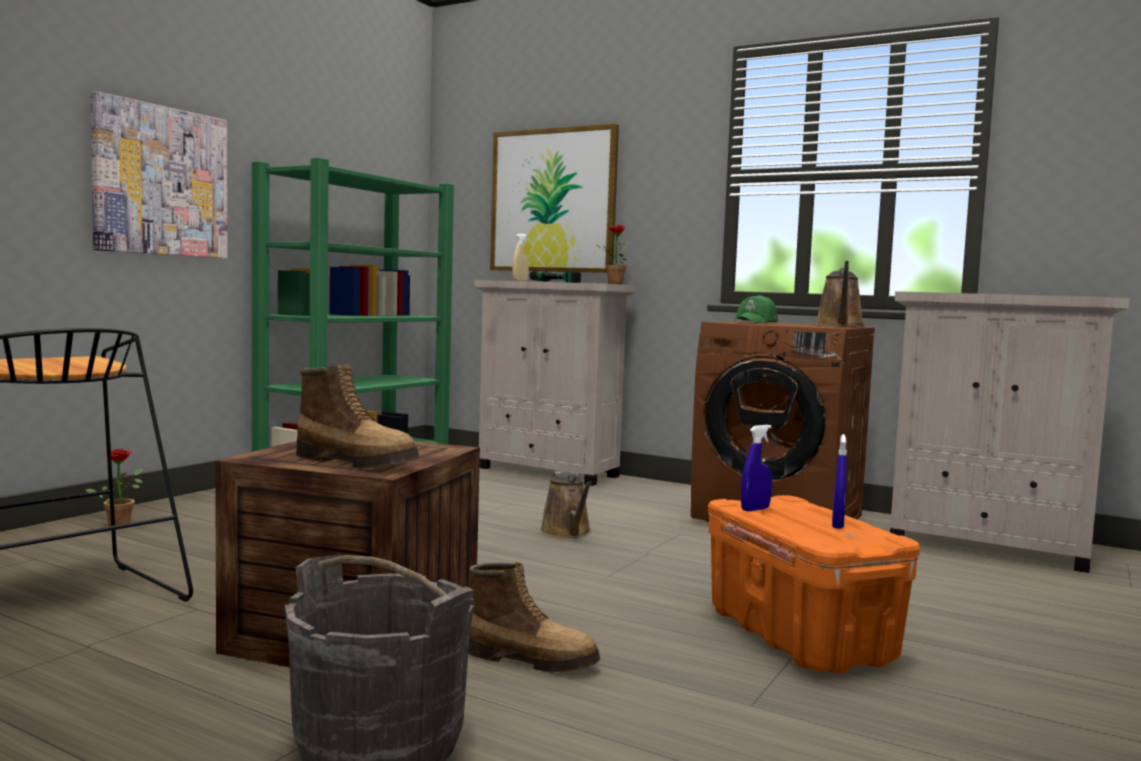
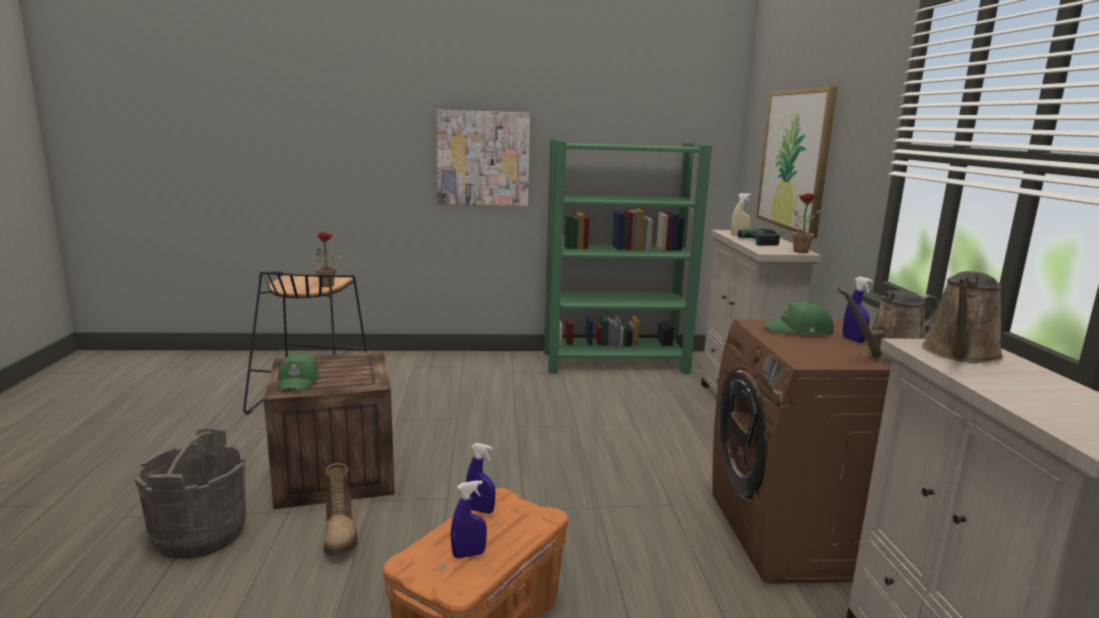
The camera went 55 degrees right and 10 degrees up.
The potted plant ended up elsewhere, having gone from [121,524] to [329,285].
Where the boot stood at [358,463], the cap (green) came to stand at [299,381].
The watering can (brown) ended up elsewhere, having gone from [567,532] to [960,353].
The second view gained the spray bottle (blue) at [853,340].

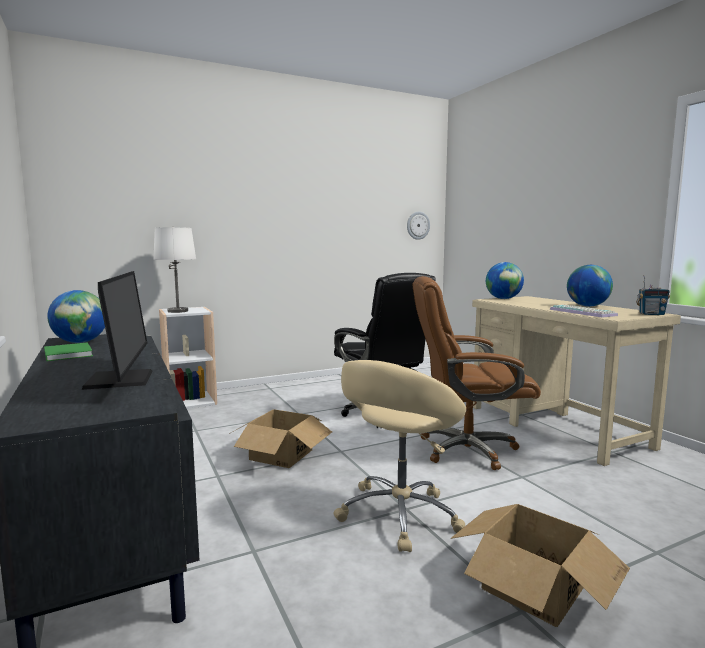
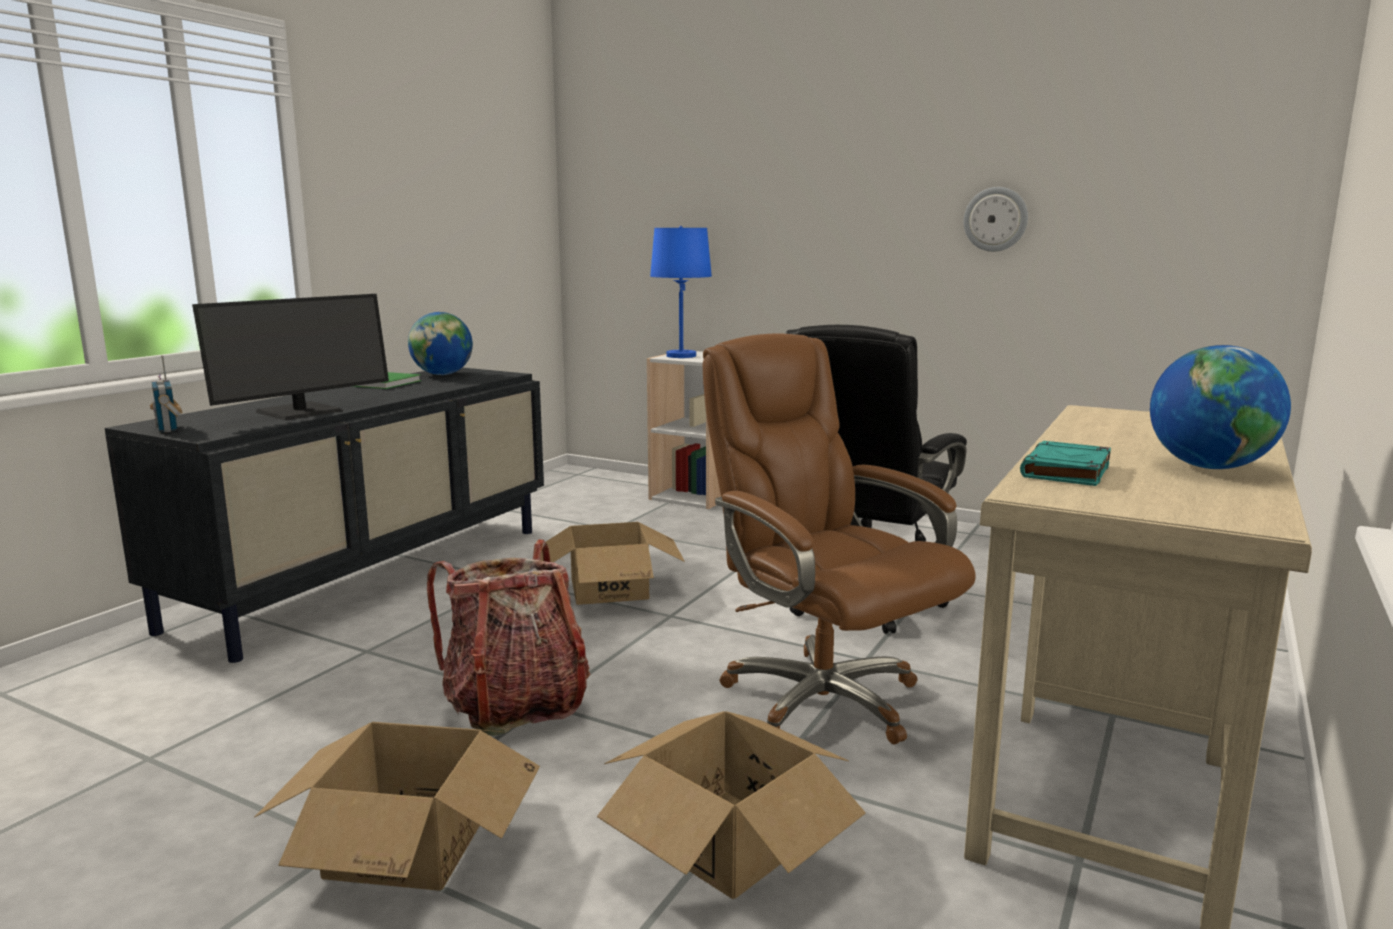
The camera went 55 degrees right and 5 degrees up.
What was the table lamp (white) at [178,311] turned into the table lamp (blue) at [681,356].
Where the office chair (beige) stood at [397,517], the backpack came to stand at [515,704].
The wall clock ended up elsewhere, having gone from [418,225] to [995,219].
The second view lost the globe at [503,299].
Where the keyboard stood at [583,312], the book (turquoise) came to stand at [1066,471].
The radio ended up elsewhere, having gone from [651,314] to [168,429].
The second view gained the cardboard box at [727,840].

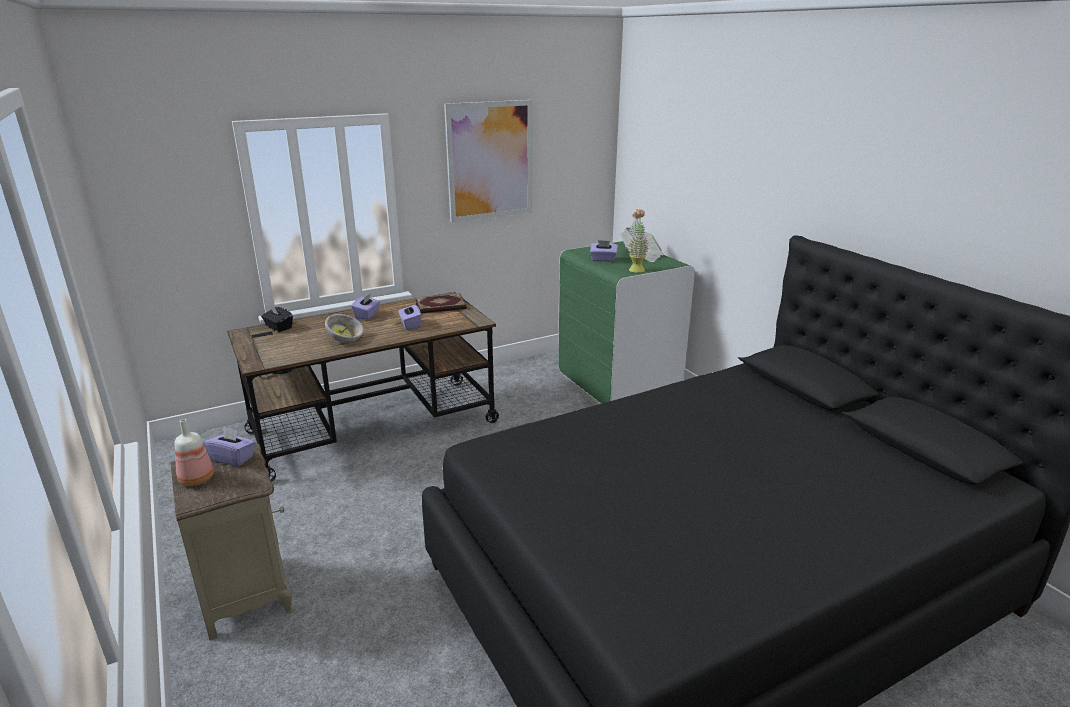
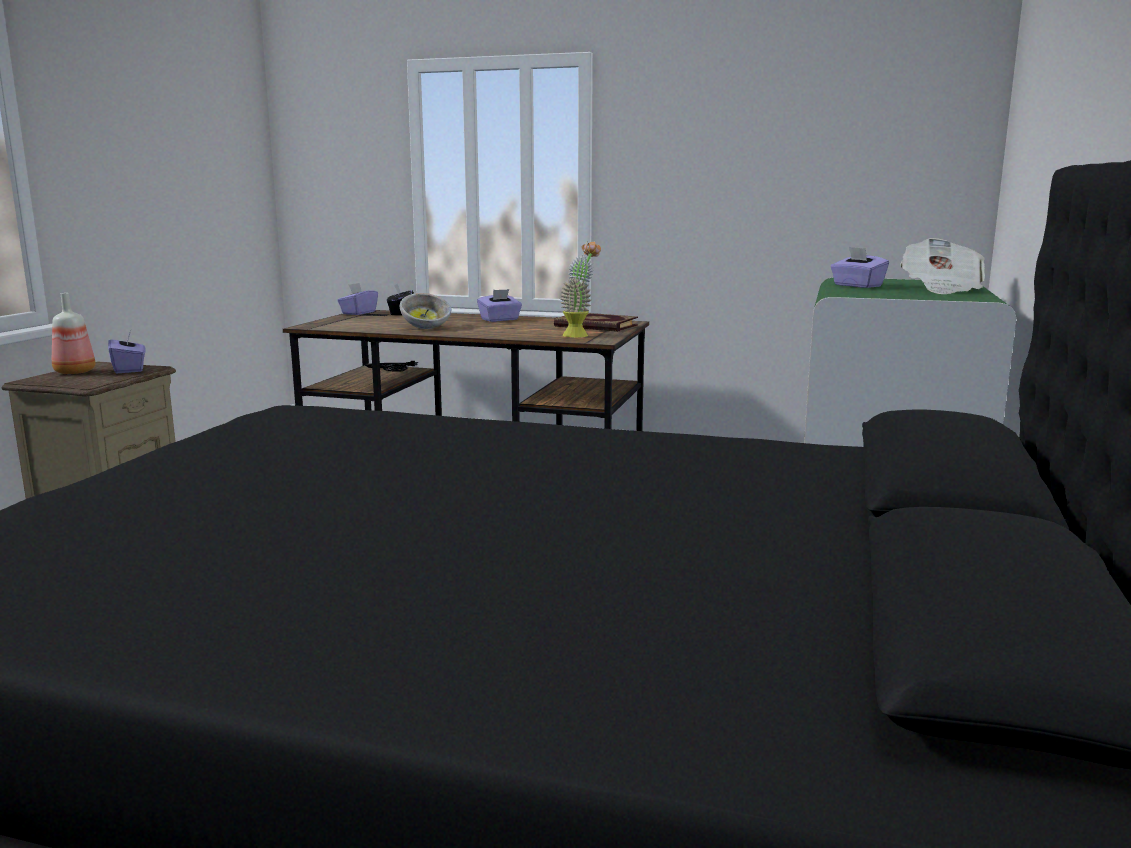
The camera went 45 degrees right and 10 degrees down.
The tissue box (purple) ended up elsewhere, having gone from [410,325] to [358,313].
The second view lost the picture at [490,161].
The potted plant ended up elsewhere, having gone from [636,269] to [580,335].

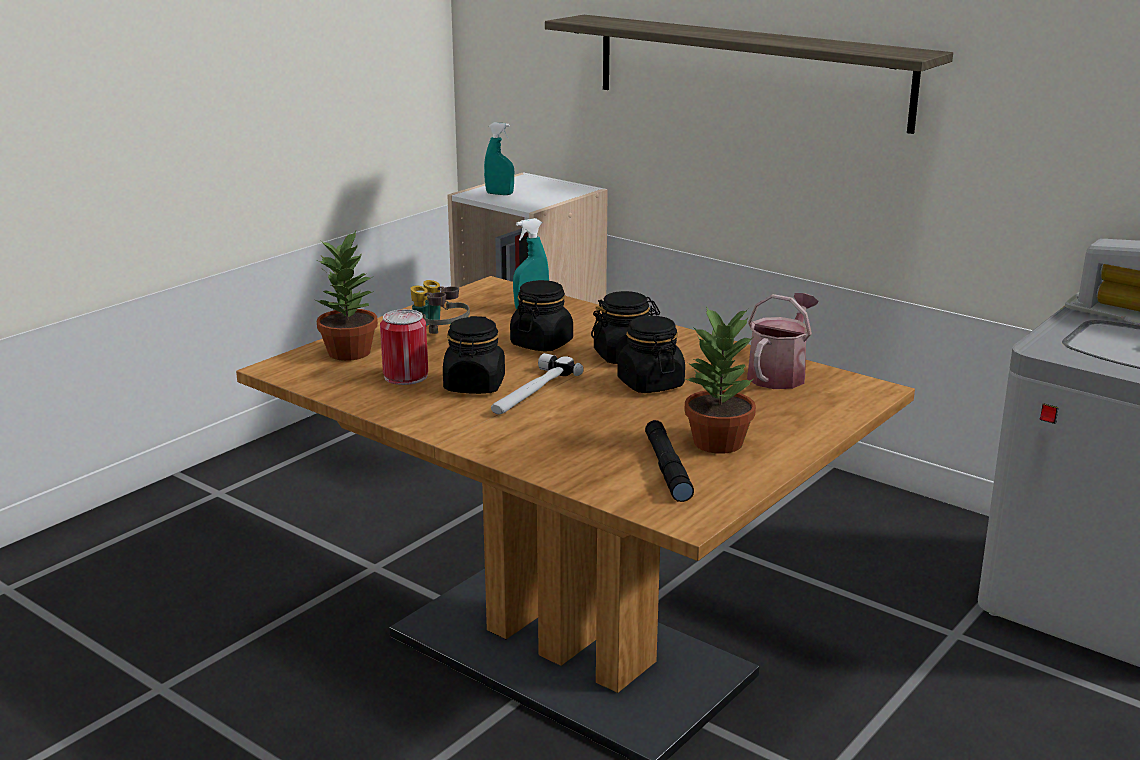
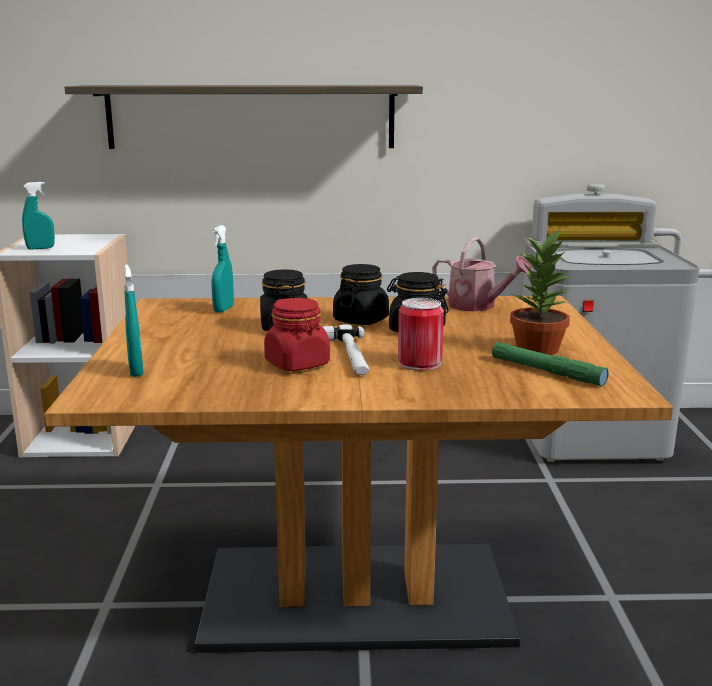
The camera went 40 degrees left and 5 degrees down.
Where the potted plant stood at [350,352], the spray bottle (turquoise) came to stand at [136,371].
The can ended up elsewhere, having gone from [406,376] to [419,363].
The second view lost the binoculars at [439,340].
What was the jar (black) at [474,386] turned into the jar (red) at [297,364].
What was the flashlight (black) at [667,468] turned into the flashlight (green) at [547,371].
The watering can at [779,374] ended up facing another way, 135 degrees clockwise from before.

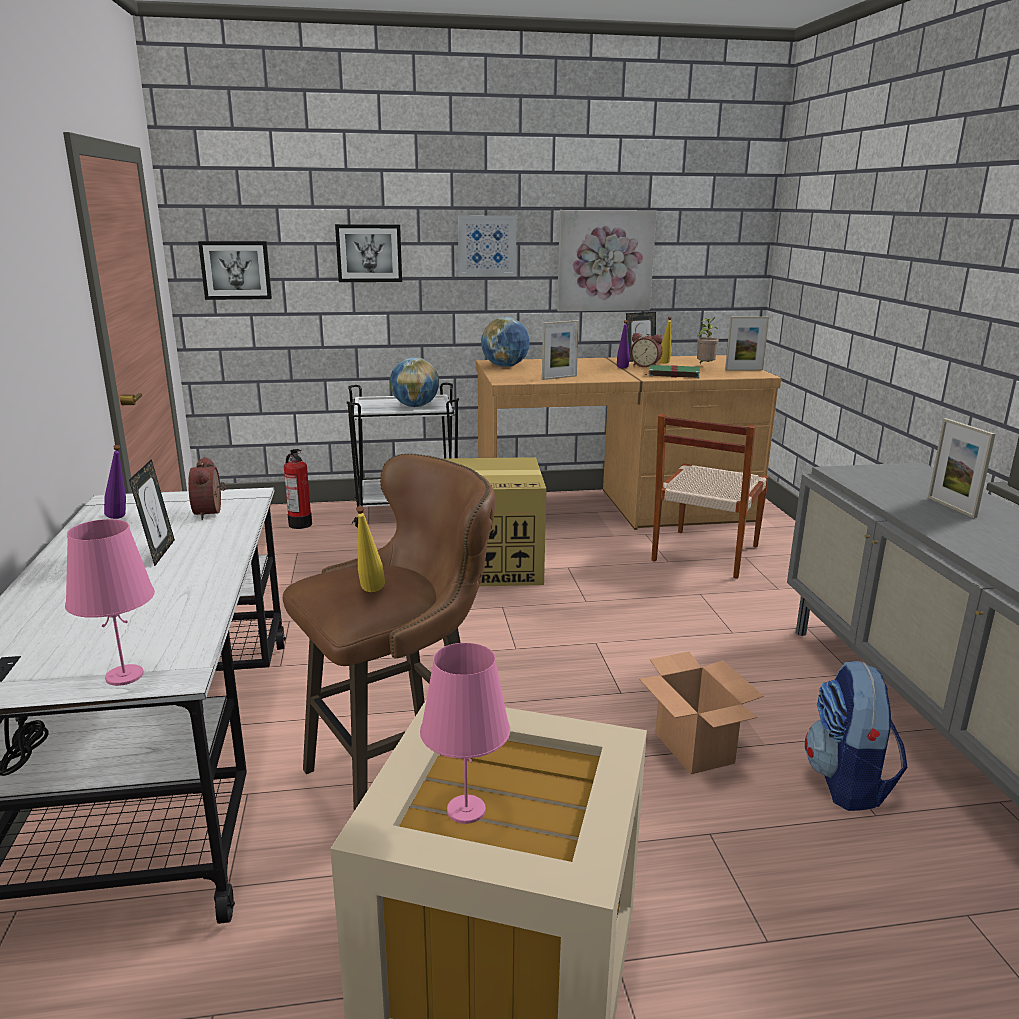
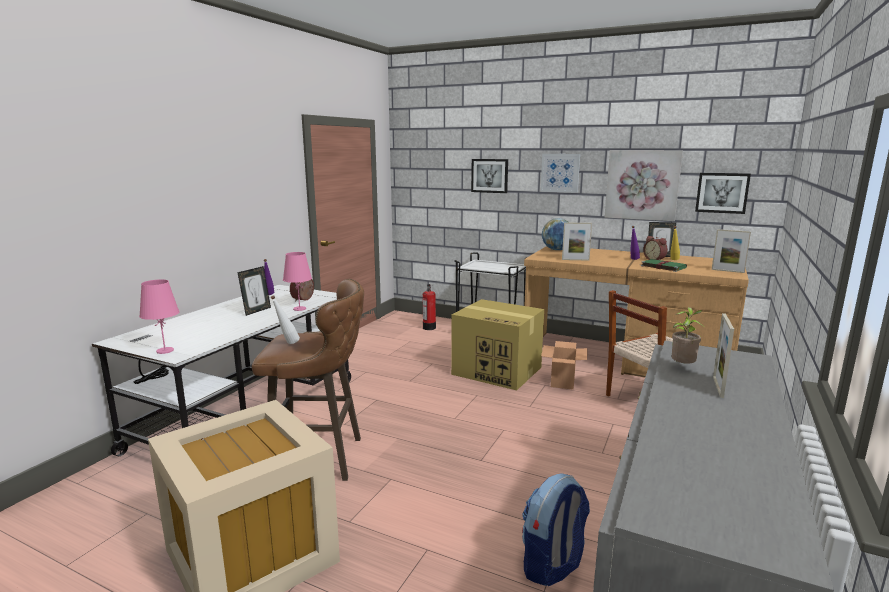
The camera went 35 degrees right and 5 degrees down.
The picture ended up elsewhere, having gone from [236,270] to [722,193].
What was the bottle (yellow) at [370,593] turned into the bottle (white) at [287,344].
The second view lost the globe at [415,406].
The table lamp (pink) ended up elsewhere, having gone from [466,810] to [299,309].
The cardboard box ended up elsewhere, having gone from [695,748] to [563,382].
The potted plant ended up elsewhere, having gone from [705,366] to [682,367].

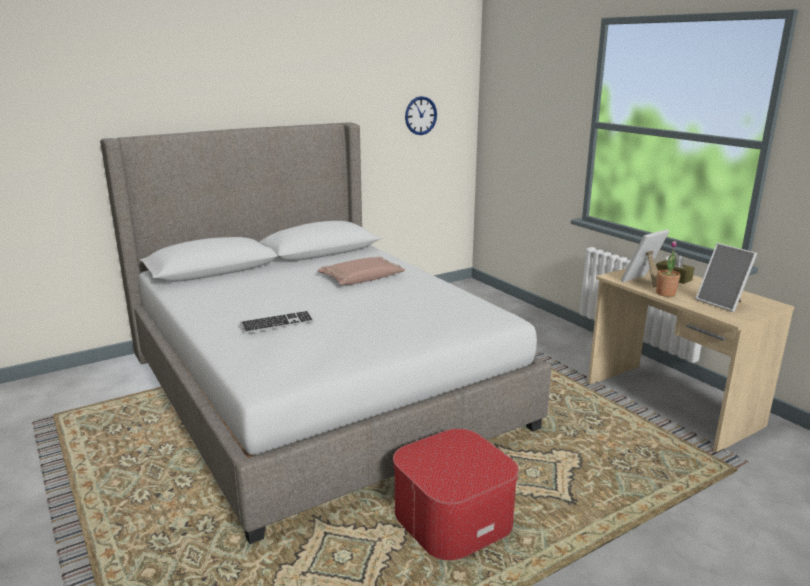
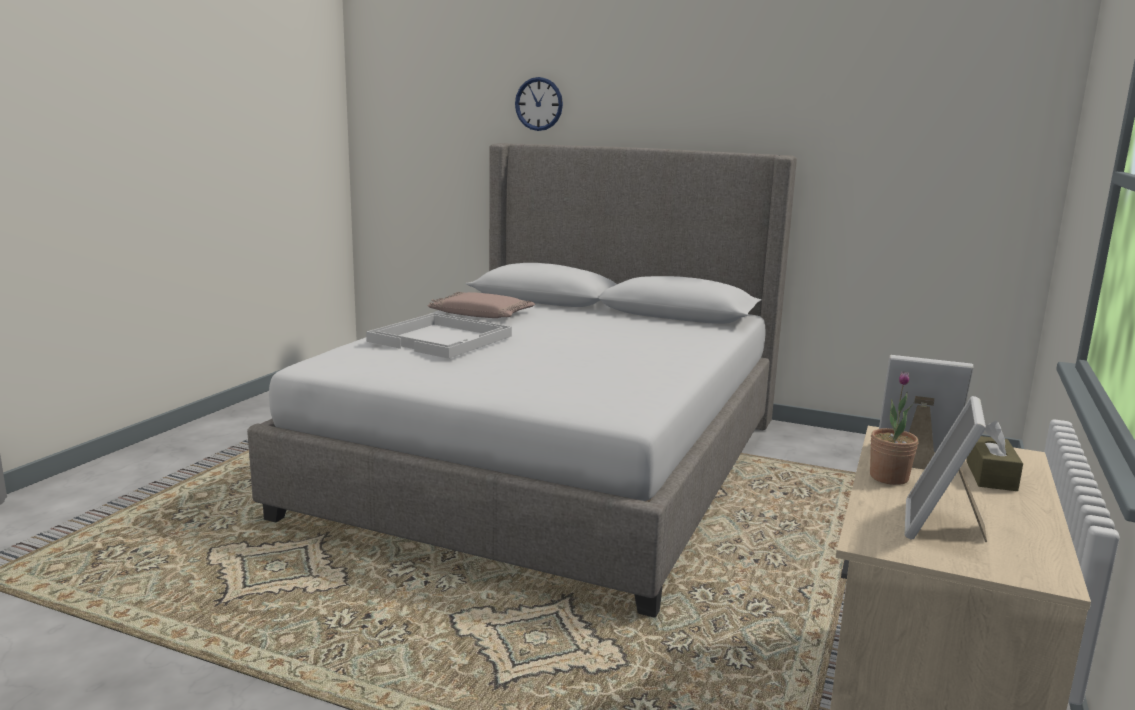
The camera went 55 degrees right and 5 degrees down.
Where the keyboard stood at [277,324], the tray (white) came to stand at [442,338].
The pillow (beige) ended up elsewhere, having gone from [361,276] to [481,313].
The second view lost the ottoman at [453,518].
The wall clock ended up elsewhere, having gone from [420,115] to [539,104].

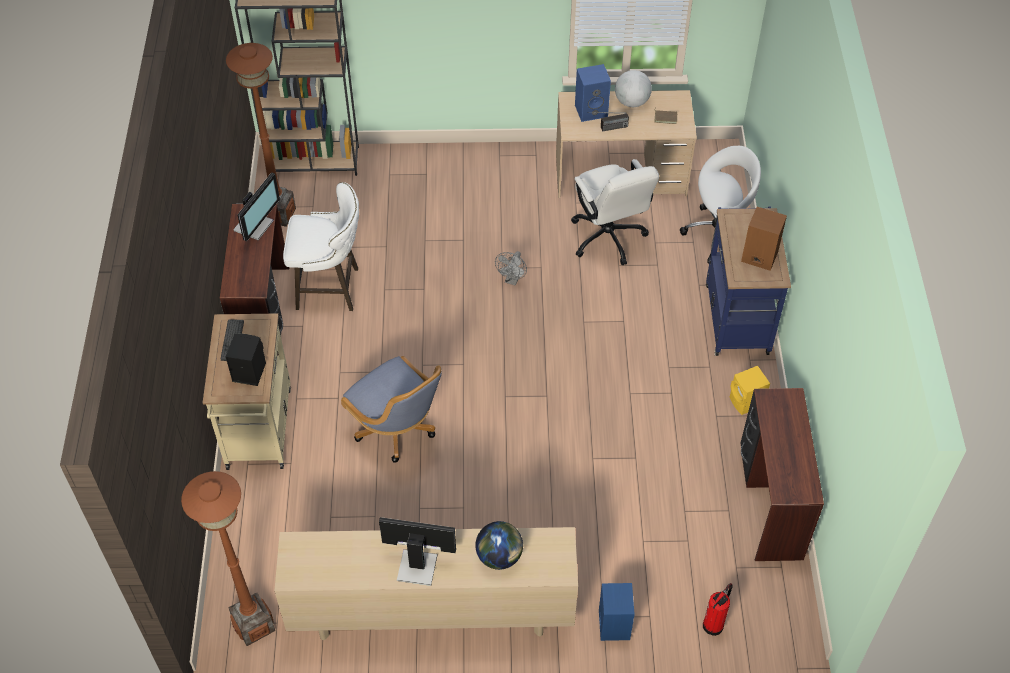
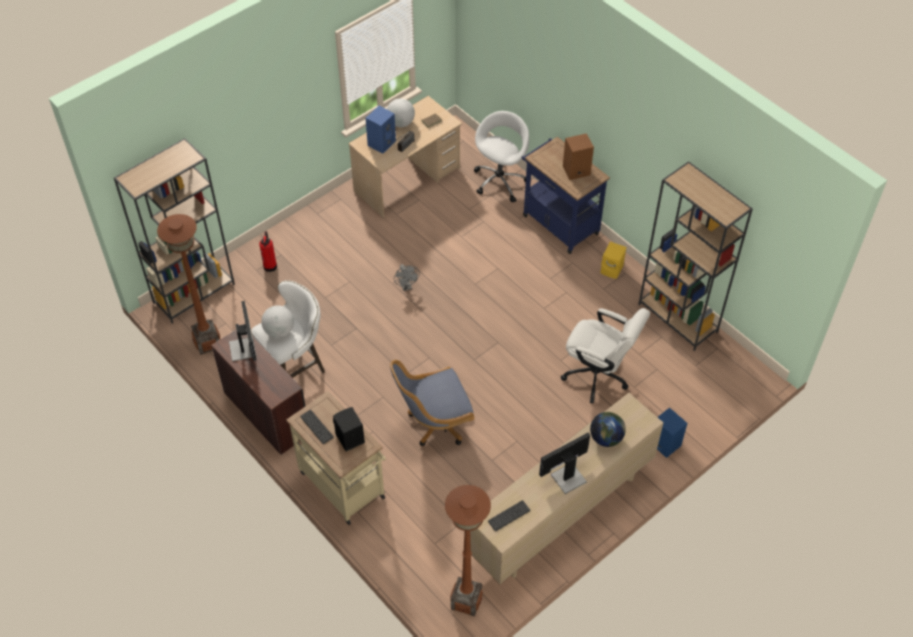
The camera went 40 degrees left and 0 degrees up.
The office chair (blue) at [400,433] ended up facing another way, 150 degrees clockwise from before.
The office chair (white) ended up elsewhere, having gone from [609,240] to [599,377].
The fire extinguisher ended up elsewhere, having gone from [714,624] to [270,265].
Where the desk (brown) stood at [769,503], the bookcase came to stand at [678,318].
The second view gained the globe at [279,331].
The second view gained the keyboard at [509,516].

